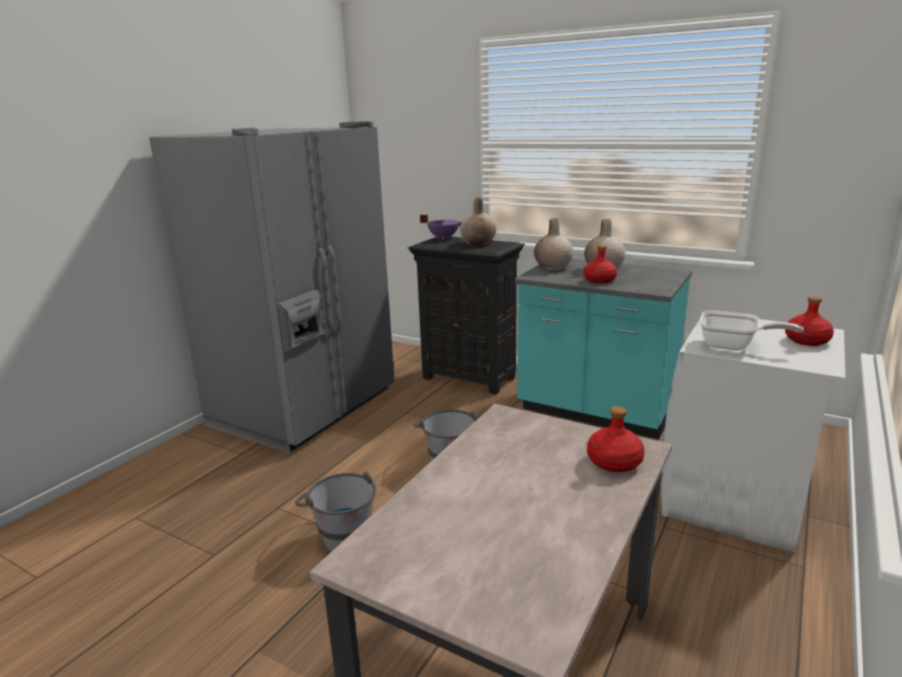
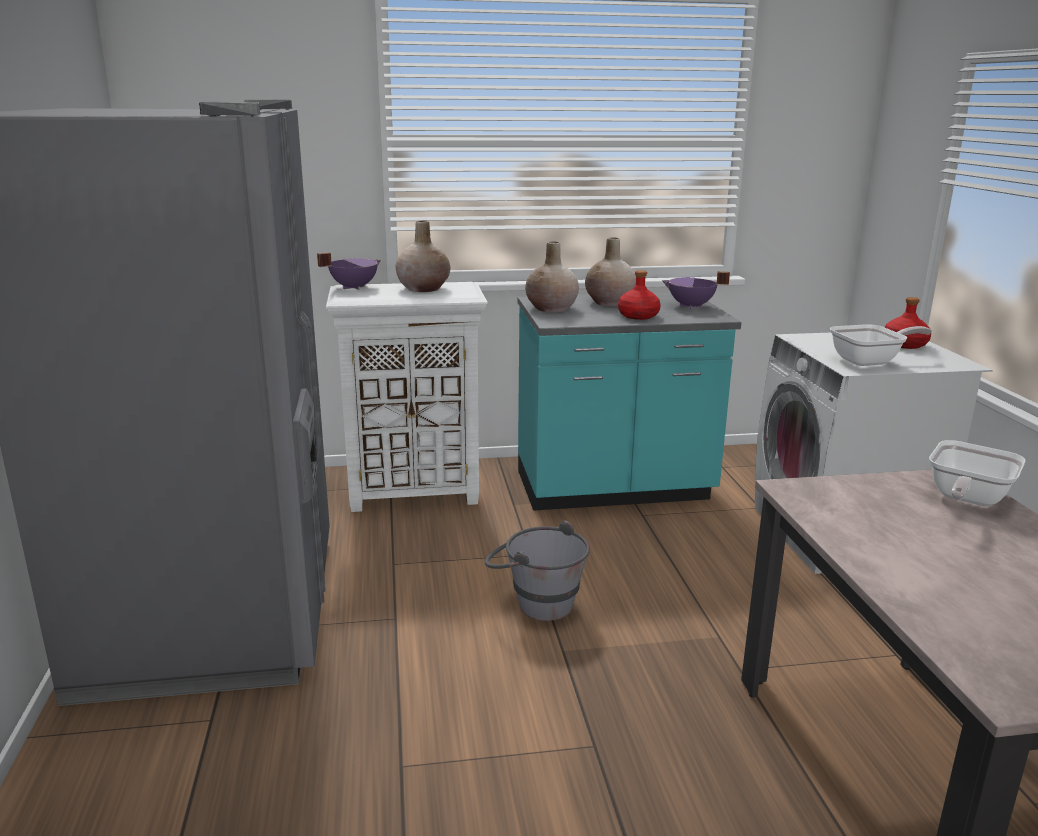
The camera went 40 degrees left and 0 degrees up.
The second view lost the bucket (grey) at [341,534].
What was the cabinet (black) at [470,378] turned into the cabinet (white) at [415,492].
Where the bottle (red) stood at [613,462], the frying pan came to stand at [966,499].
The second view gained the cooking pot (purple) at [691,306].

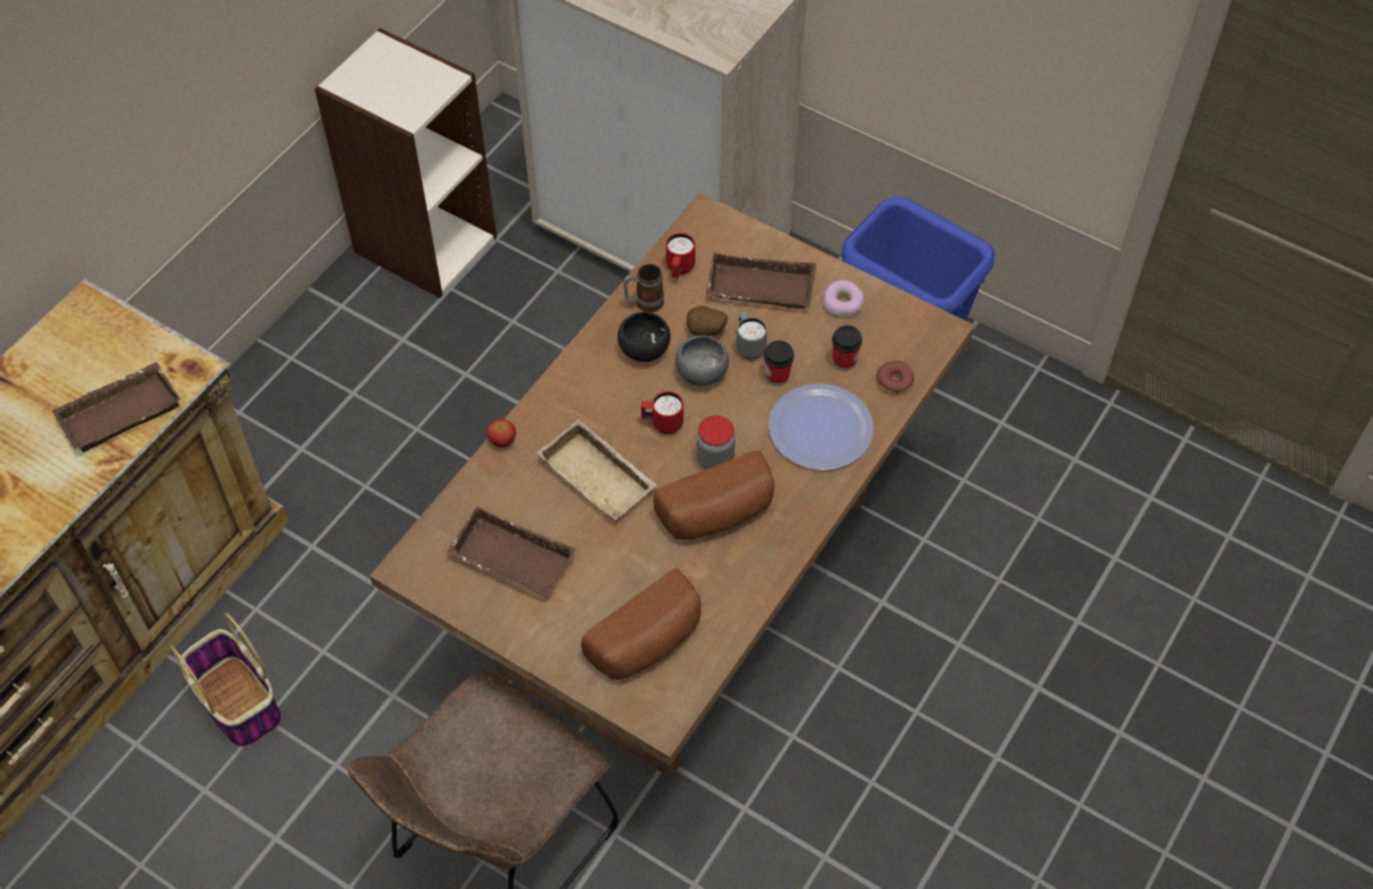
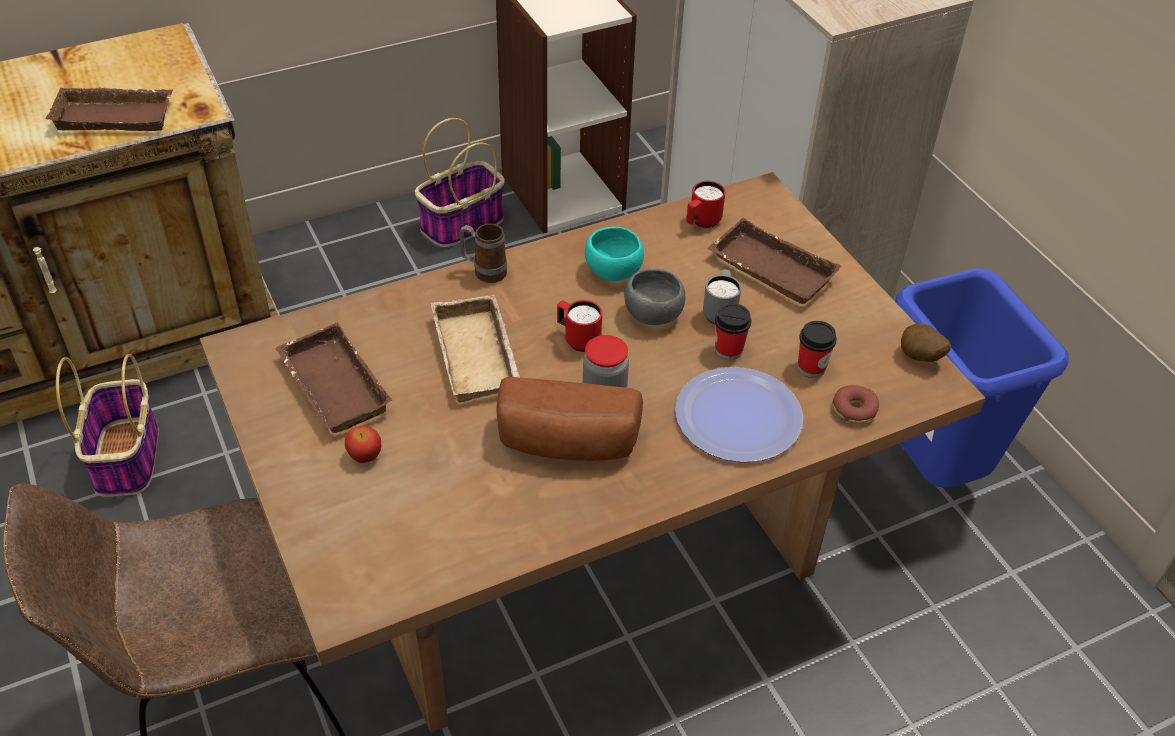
The camera went 30 degrees right and 10 degrees down.
The apple ended up elsewhere, having gone from [502,441] to [364,456].
The second view lost the bread at [649,643].
What was the bowl (black) at [644,350] turned into the bowl (turquoise) at [612,272].
The mug ended up elsewhere, having gone from [644,303] to [484,271].
The potato ended up elsewhere, having gone from [705,332] to [919,358].
The second view lost the donut at [843,303].
The second view gained the basket at [462,224].

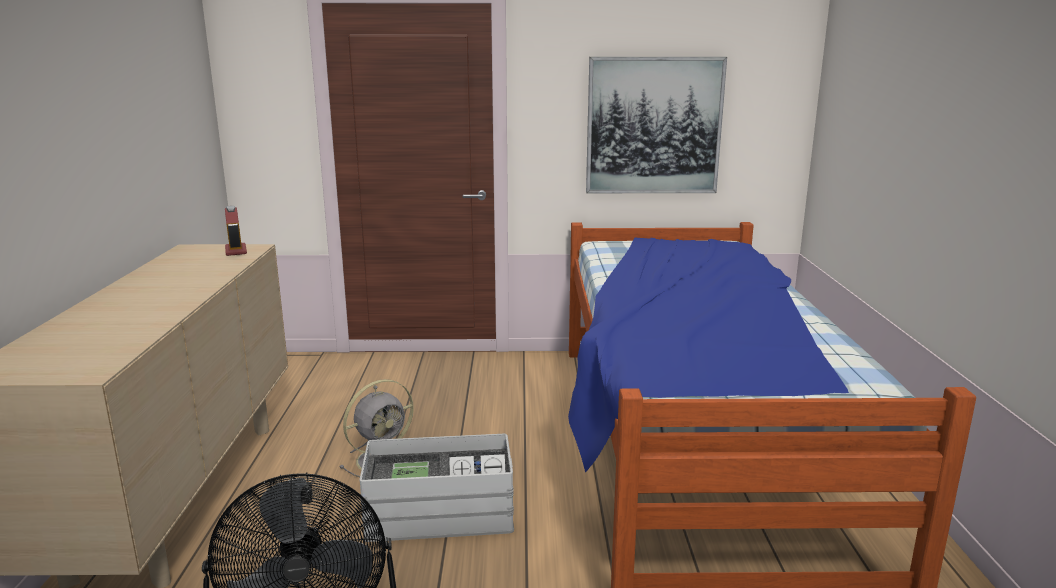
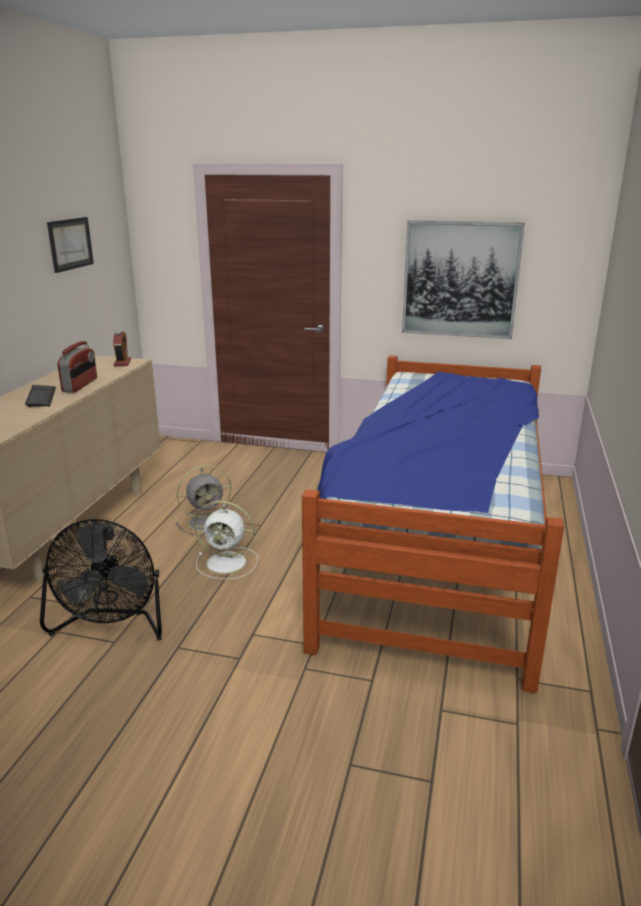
The camera went 15 degrees right and 5 degrees up.
Where the storage box (grey) stood at [440,512], the fan (white) came to stand at [228,563].
The second view gained the keyboard at [41,397].
The second view gained the picture at [70,244].
The second view gained the radio at [80,385].

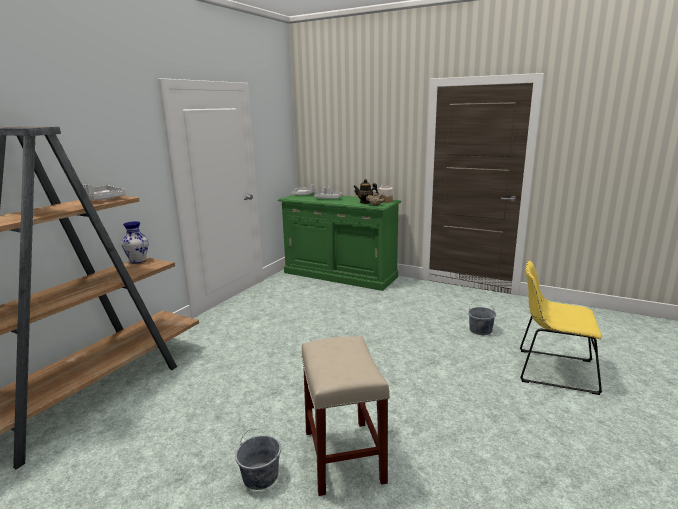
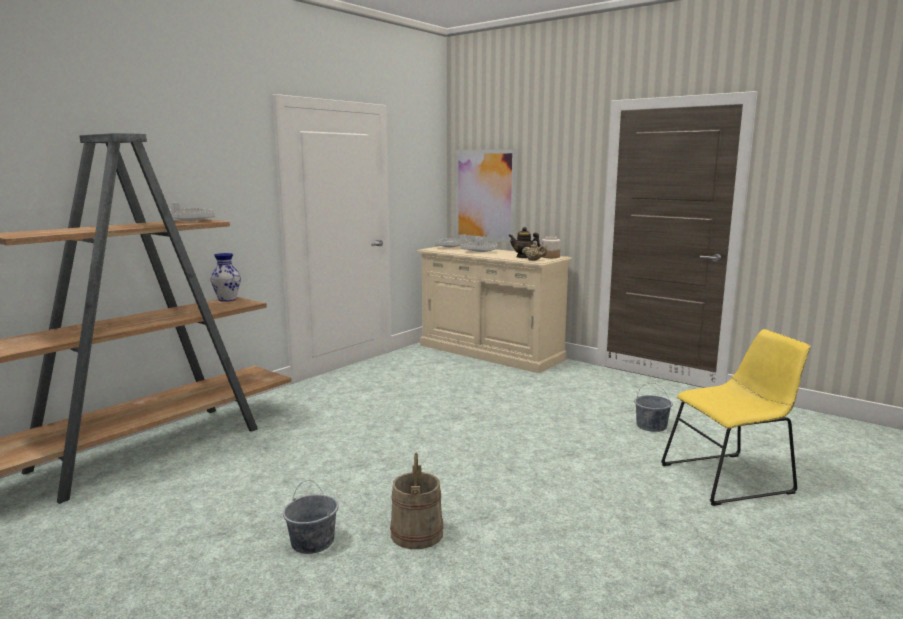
The camera went 10 degrees right and 5 degrees down.
What was the cabinet (green) at [340,275] turned into the cabinet (beige) at [490,352].
Where the stool (beige) stood at [342,454], the bucket (beige) came to stand at [416,533].
The chair (yellow) at [552,370] ended up facing another way, 135 degrees clockwise from before.
The second view gained the picture at [485,195].

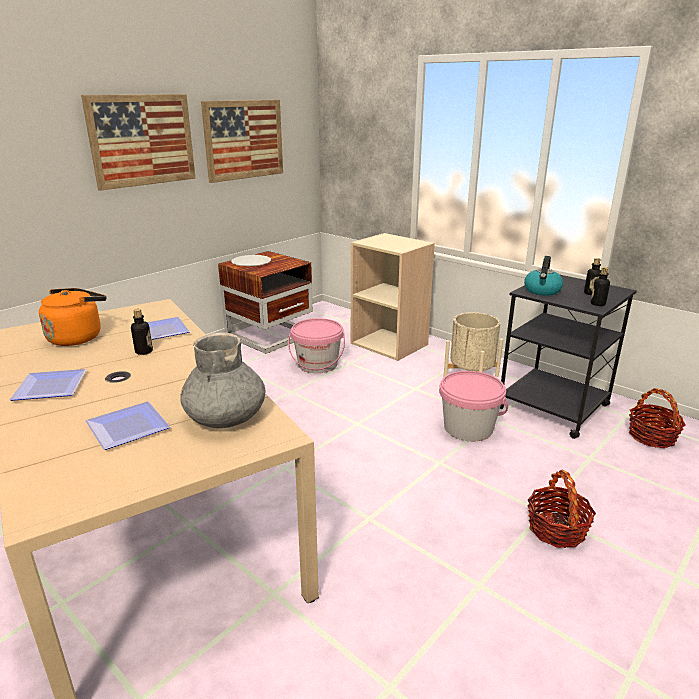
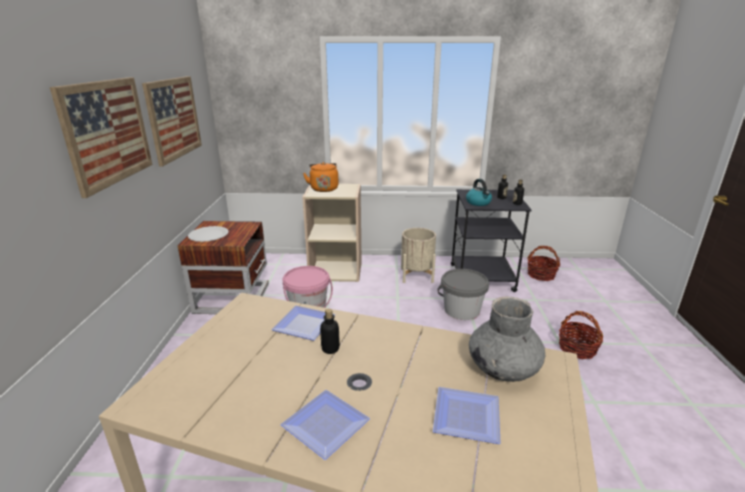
The camera went 40 degrees left and 0 degrees up.
The kettle (orange) ended up elsewhere, having gone from [77,337] to [324,188].
What was the bucket (pink) at [468,428] turned into the bucket (grey) at [461,310].

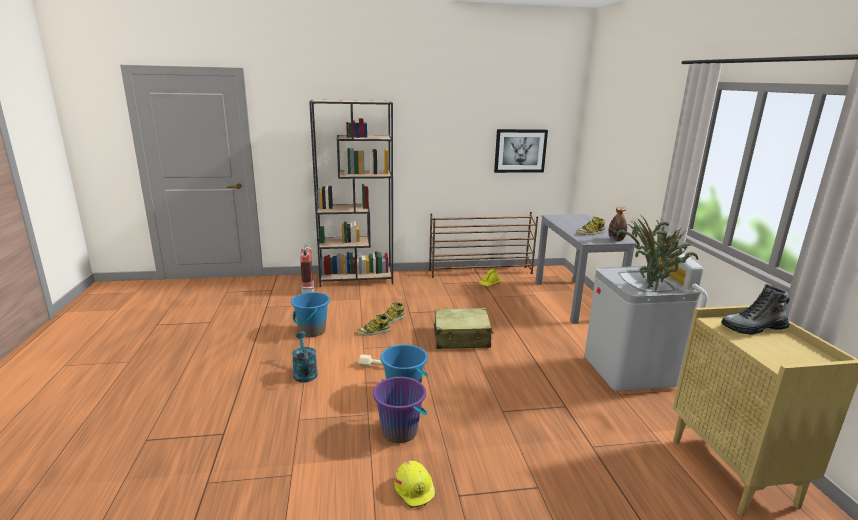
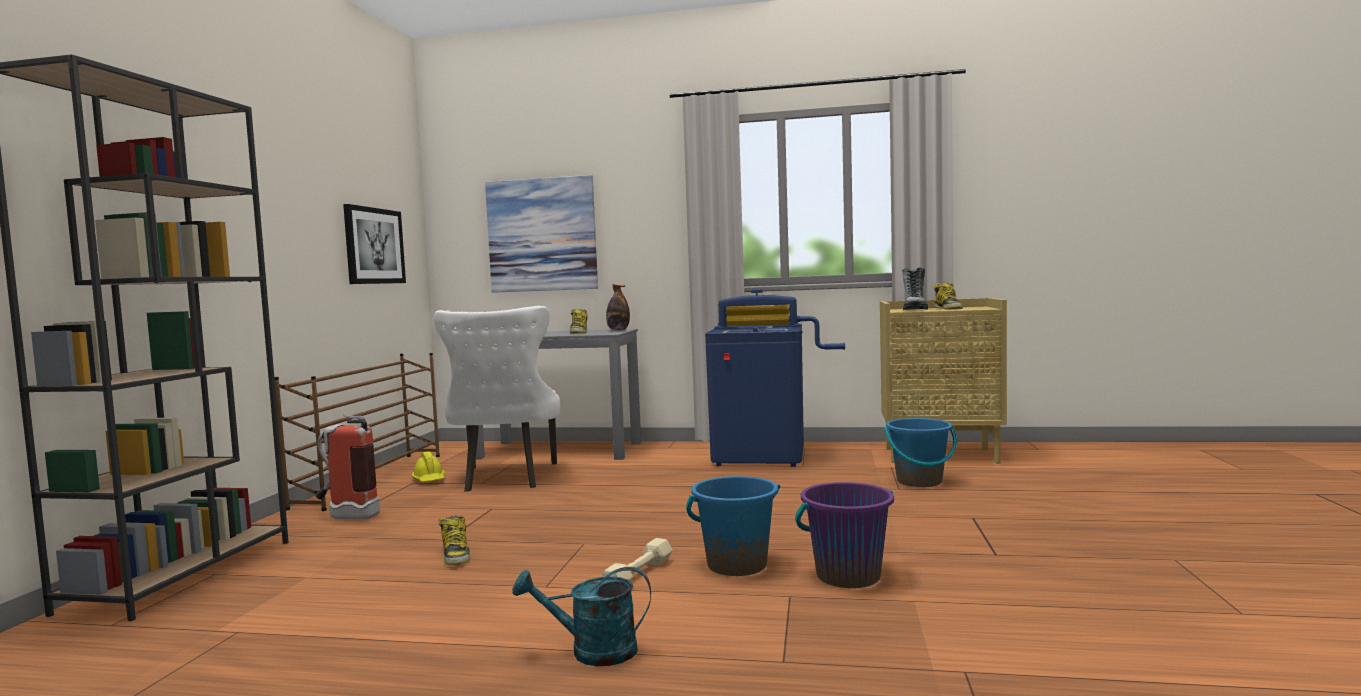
The camera went 70 degrees left and 15 degrees down.
The bucket (blue) ended up elsewhere, having gone from [312,331] to [919,481].
The fire extinguisher ended up elsewhere, having gone from [308,289] to [347,516].
The boot ended up elsewhere, having gone from [373,332] to [948,309].
The second view lost the hard hat (yellow) at [415,489].
The second view lost the suitcase (beige) at [461,338].
What was the washing machine (grey) at [630,373] turned into the washing machine (blue) at [761,456].
The second view lost the potted plant at [651,286].
The second view gained the chair (white) at [506,478].
The second view gained the picture at [542,235].

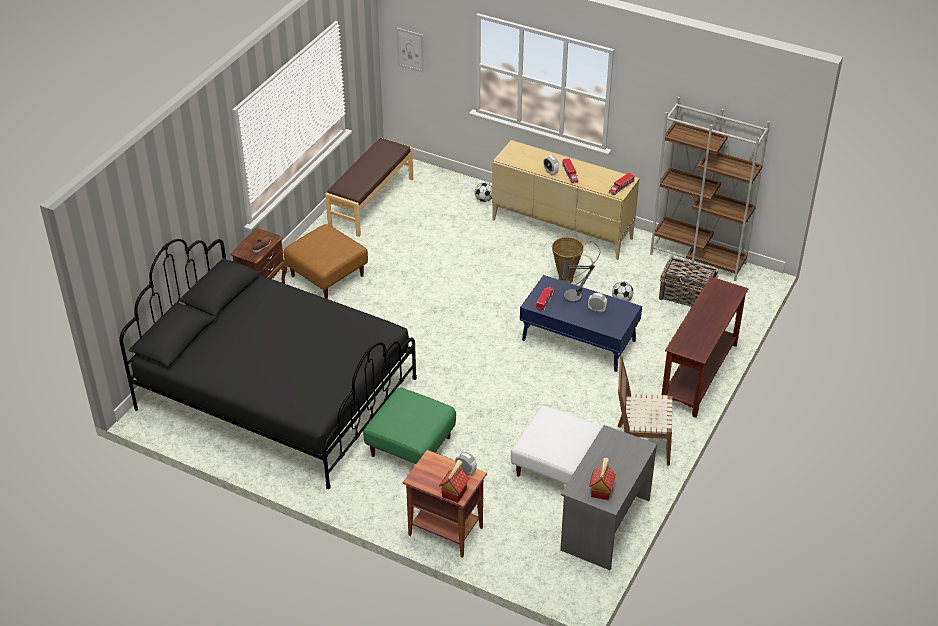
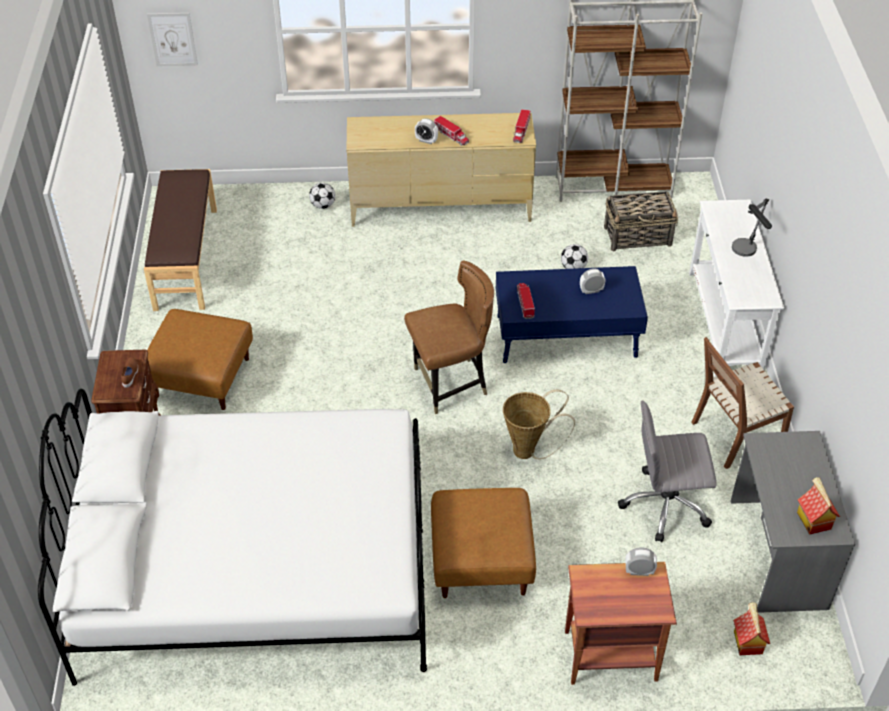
The camera went 30 degrees left and 5 degrees up.
What was the bed (black) at [277,394] turned into the bed (white) at [257,568].
What was the ottoman (green) at [410,446] turned into the ottoman (brown) at [480,560].
The toy house ended up elsewhere, having gone from [454,492] to [747,642].
Where the ottoman (white) stood at [555,465], the office chair (grey) came to stand at [665,505].
The basket ended up elsewhere, having gone from [569,281] to [529,451].
The table lamp ended up elsewhere, having gone from [571,300] to [746,253].
What was the console table (brown) at [699,375] turned into the console table (white) at [725,323].
The second view gained the chair (brown) at [450,384].

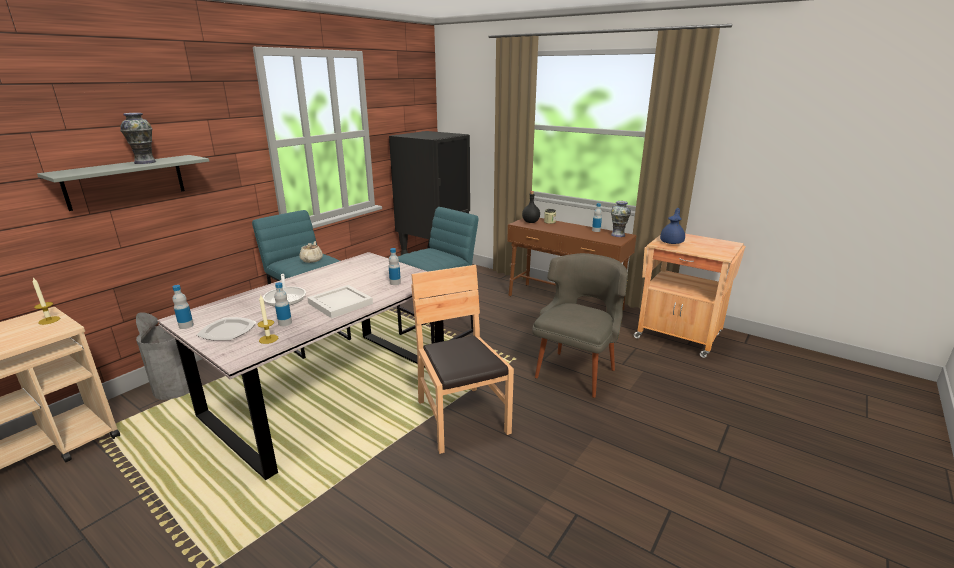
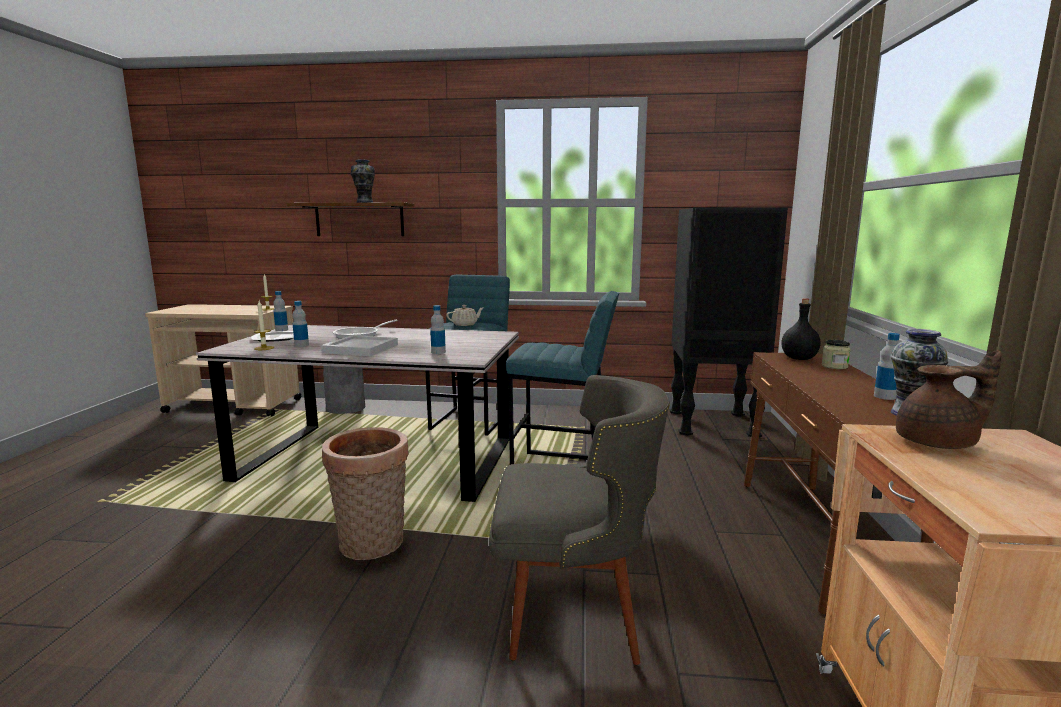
The camera went 60 degrees right and 10 degrees down.
What was the shelf (grey) at [125,181] turned into the shelf (brown) at [359,220].
Where the chair (brown) stood at [461,417], the basket came to stand at [372,546].
What was the teapot (blue) at [672,242] turned into the teapot (brown) at [939,443].

